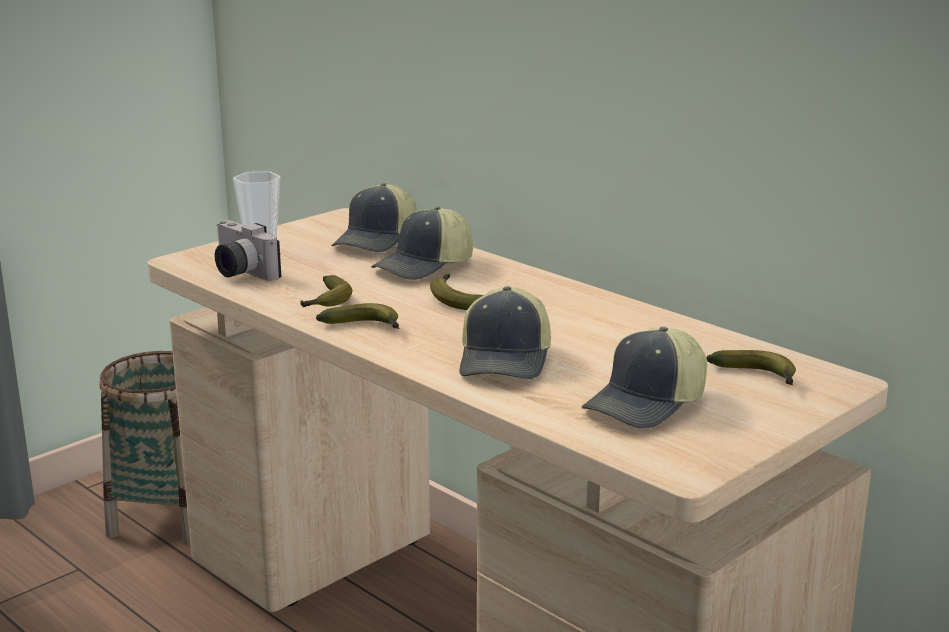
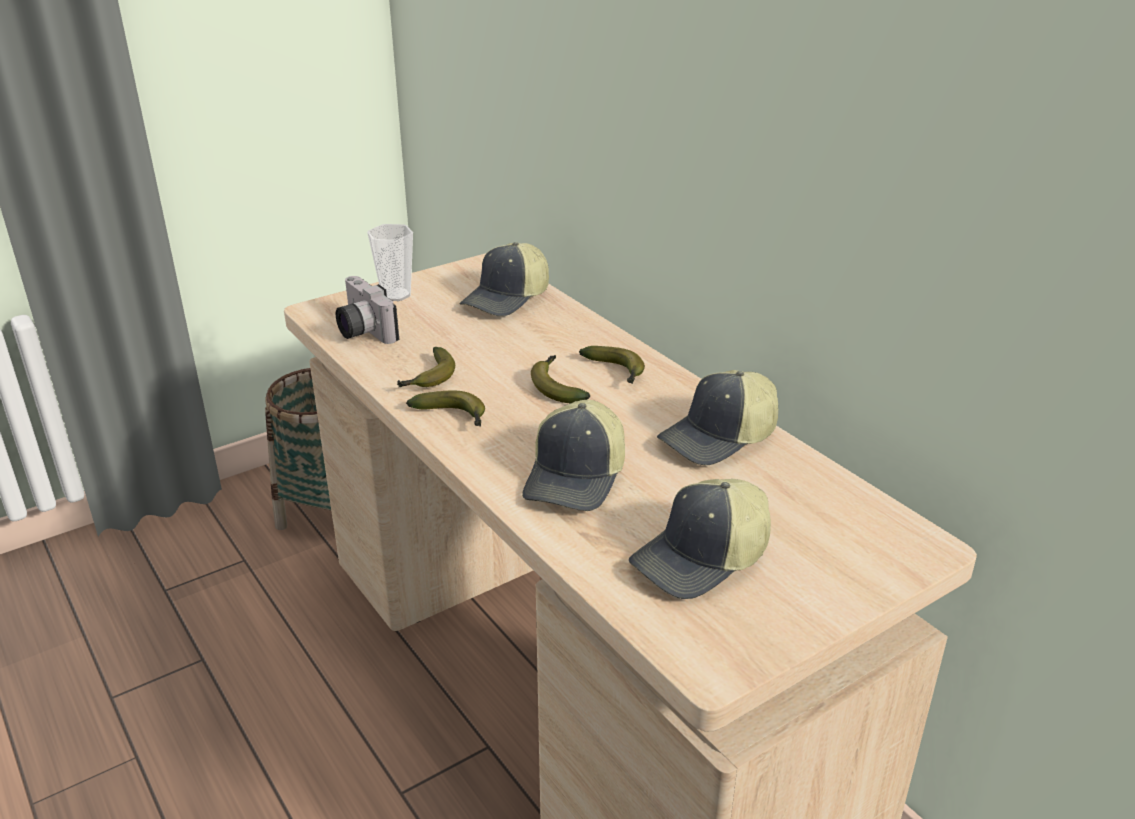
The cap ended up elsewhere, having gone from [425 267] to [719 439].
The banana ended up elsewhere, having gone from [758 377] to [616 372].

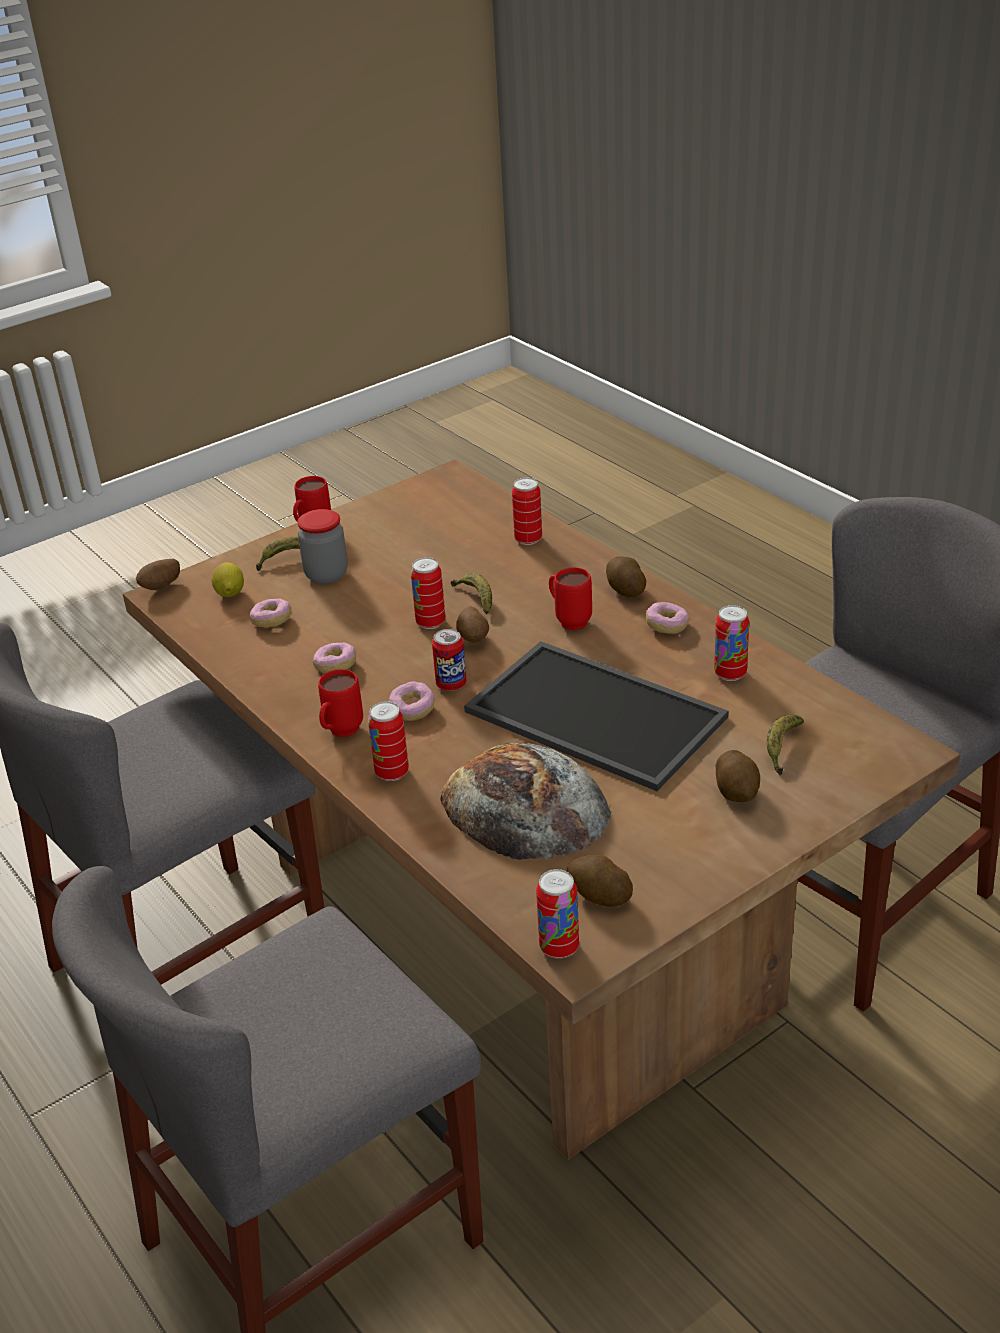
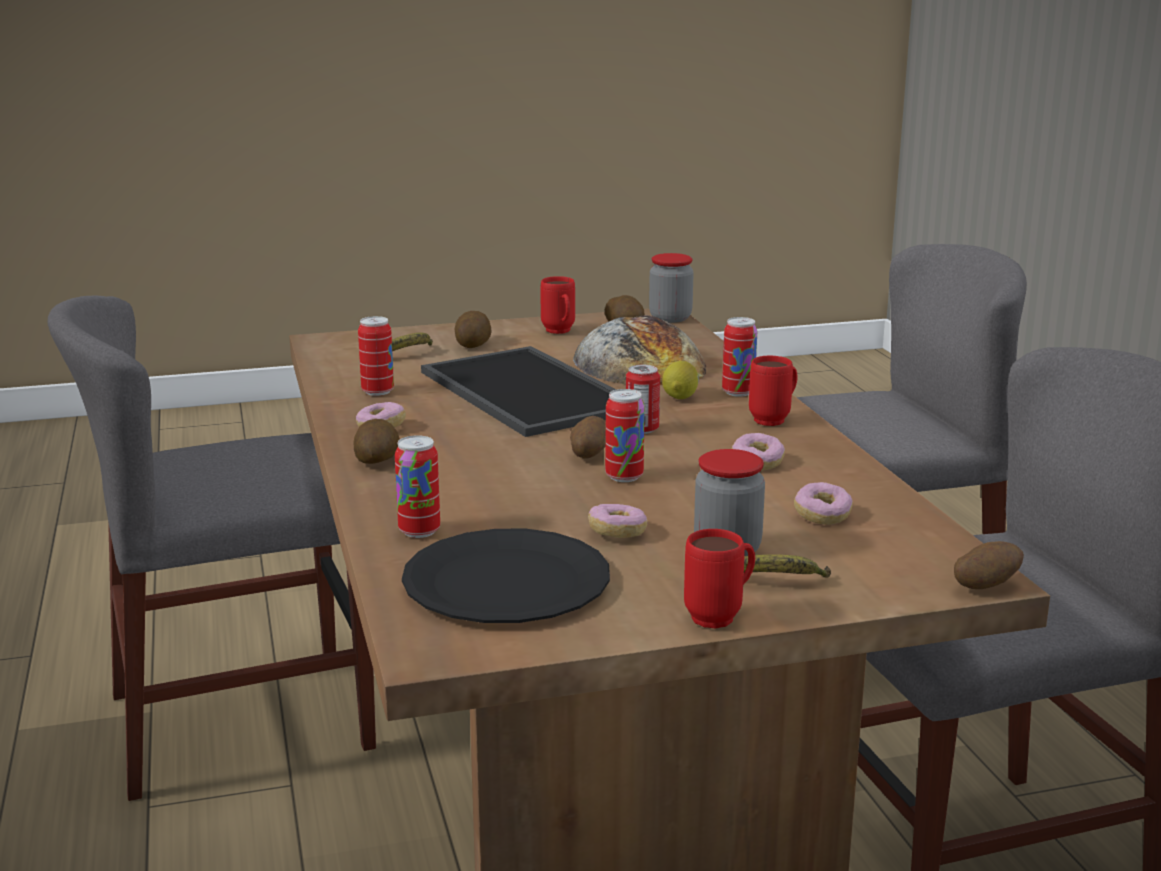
The lemon ended up elsewhere, having gone from [230 594] to [680 397].
The donut ended up elsewhere, having gone from [412 709] to [617 533].
The second view lost the banana at [476 598].
Where the can stood at [559 947], the jar came to stand at [670 318].
The red mug ended up elsewhere, having gone from [568 620] to [560 332].
The second view gained the black plate at [506 582].

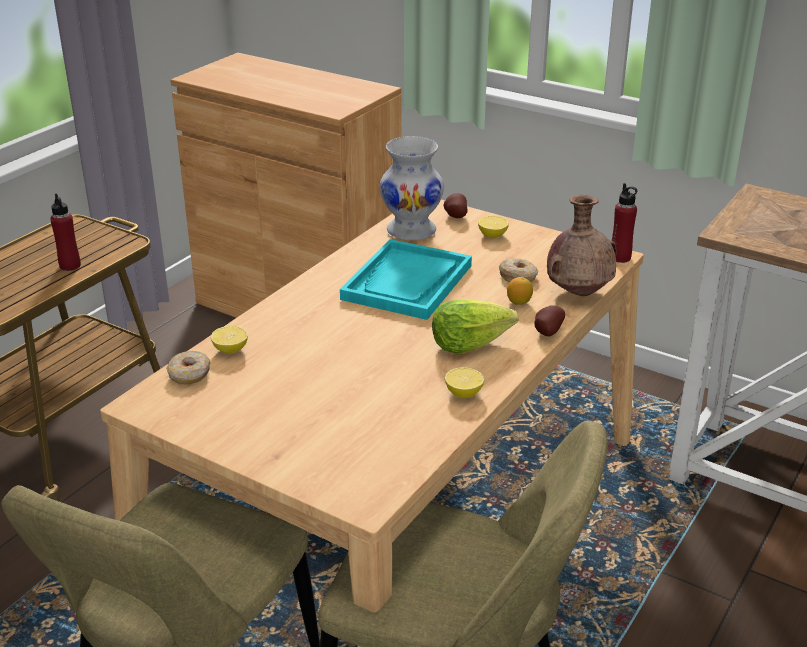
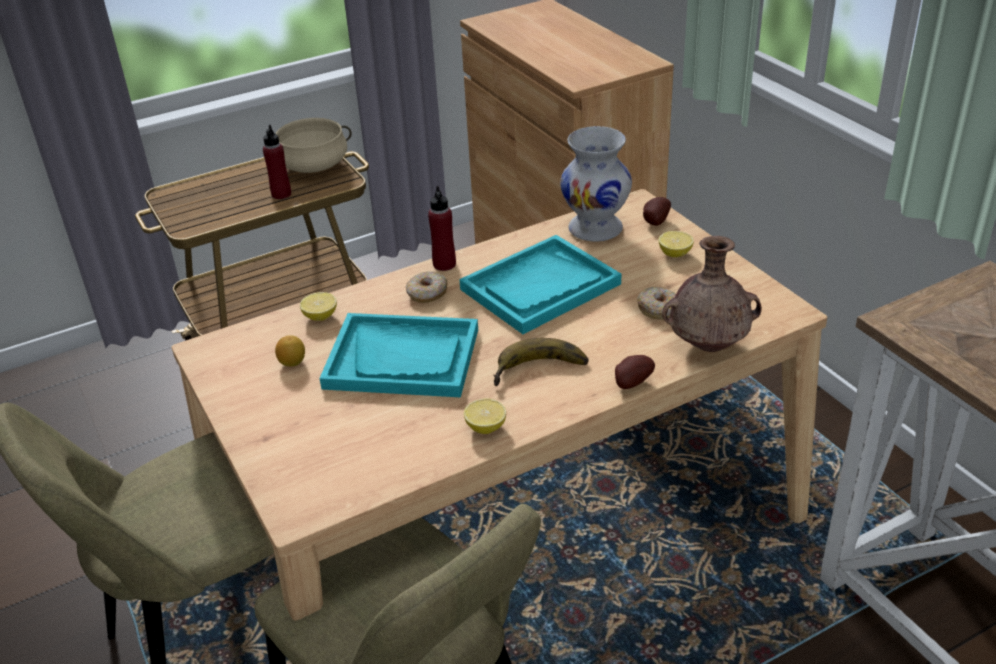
The donut ended up elsewhere, having gone from [189 375] to [427 294].
Where the lettuce stood at [469 343], the banana came to stand at [541 372].
The lemon ended up elsewhere, having gone from [519 302] to [292 362].
The red bottle ended up elsewhere, having gone from [620 257] to [444 264].
The second view gained the beige cooking pot at [314 165].
The second view gained the turquoise tray at [402 358].

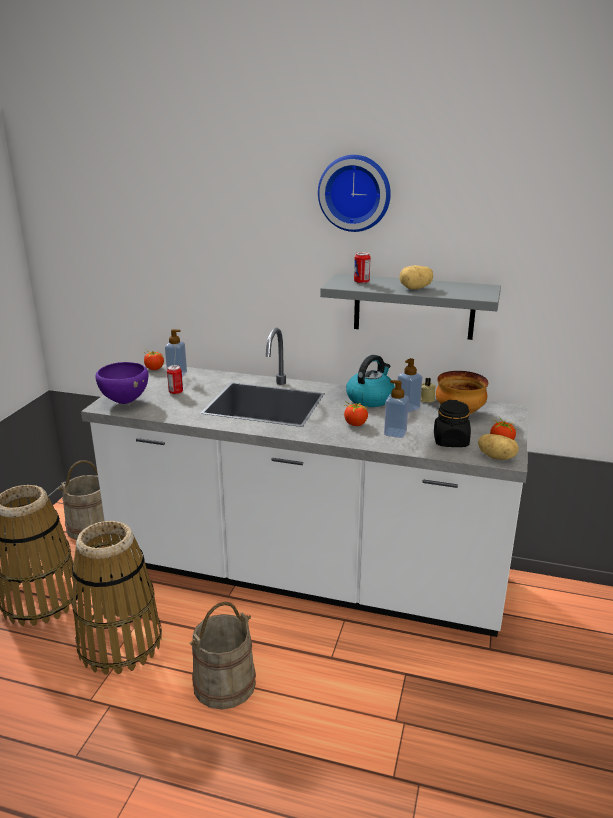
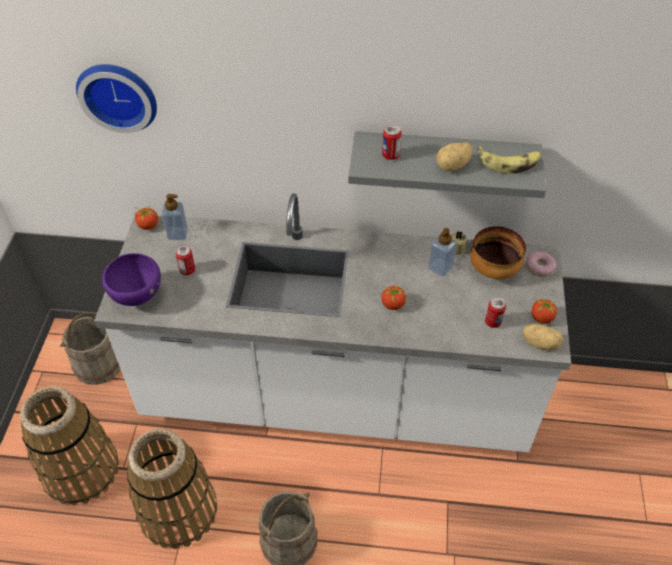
The wall clock ended up elsewhere, having gone from [355 193] to [118 94].
The second view lost the kettle at [370 398].
The second view lost the soap dispenser at [395 433].
Where the black jar stood at [451 441], the can came to stand at [492 322].
The second view gained the banana at [509 163].
The second view gained the donut at [539 267].

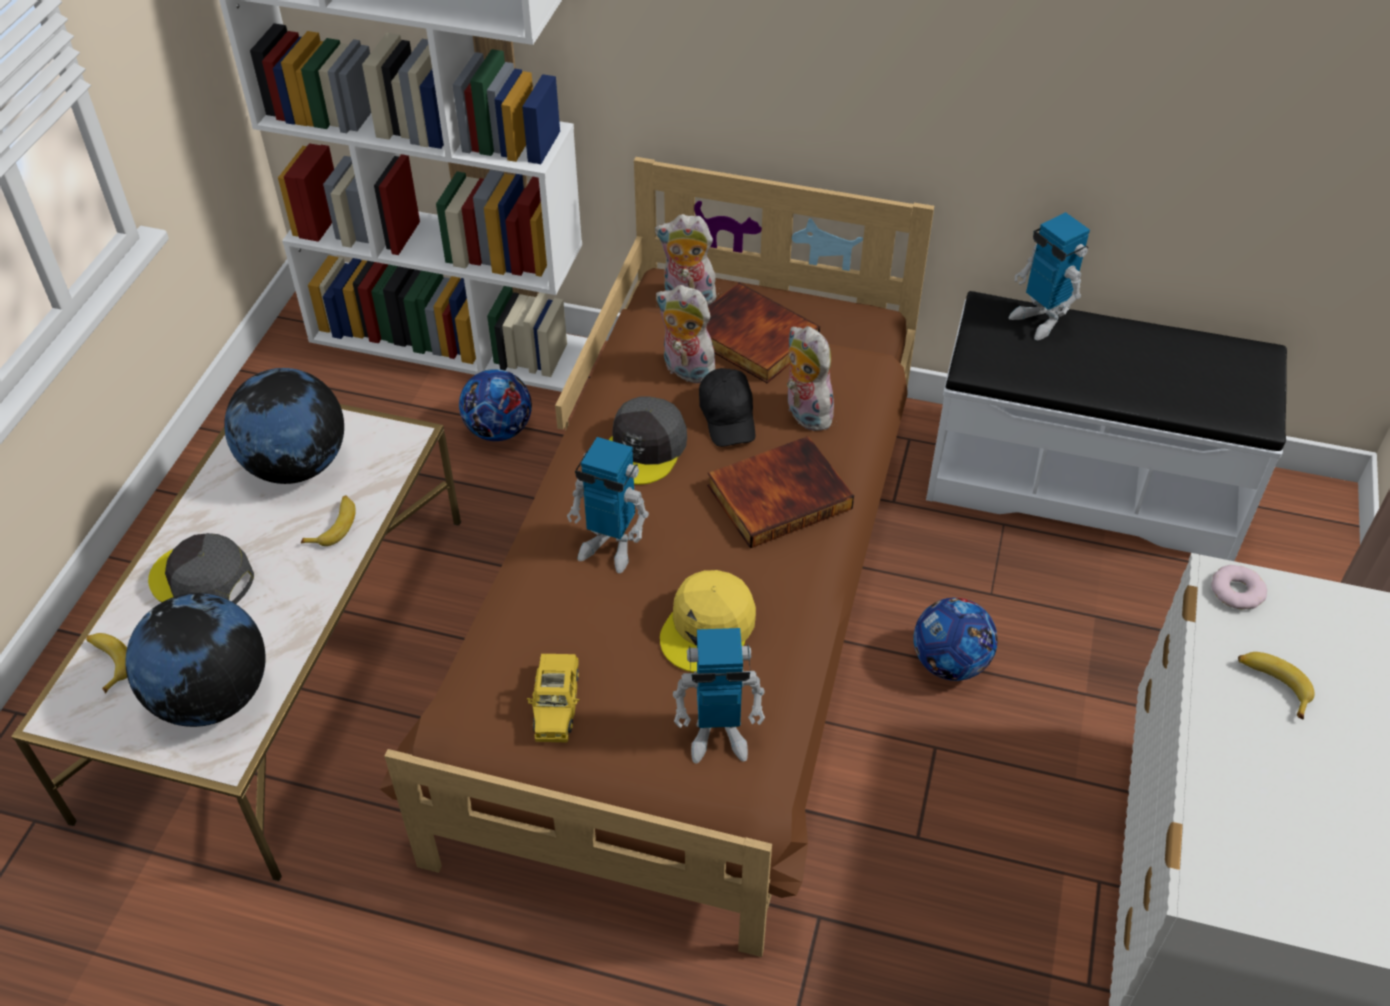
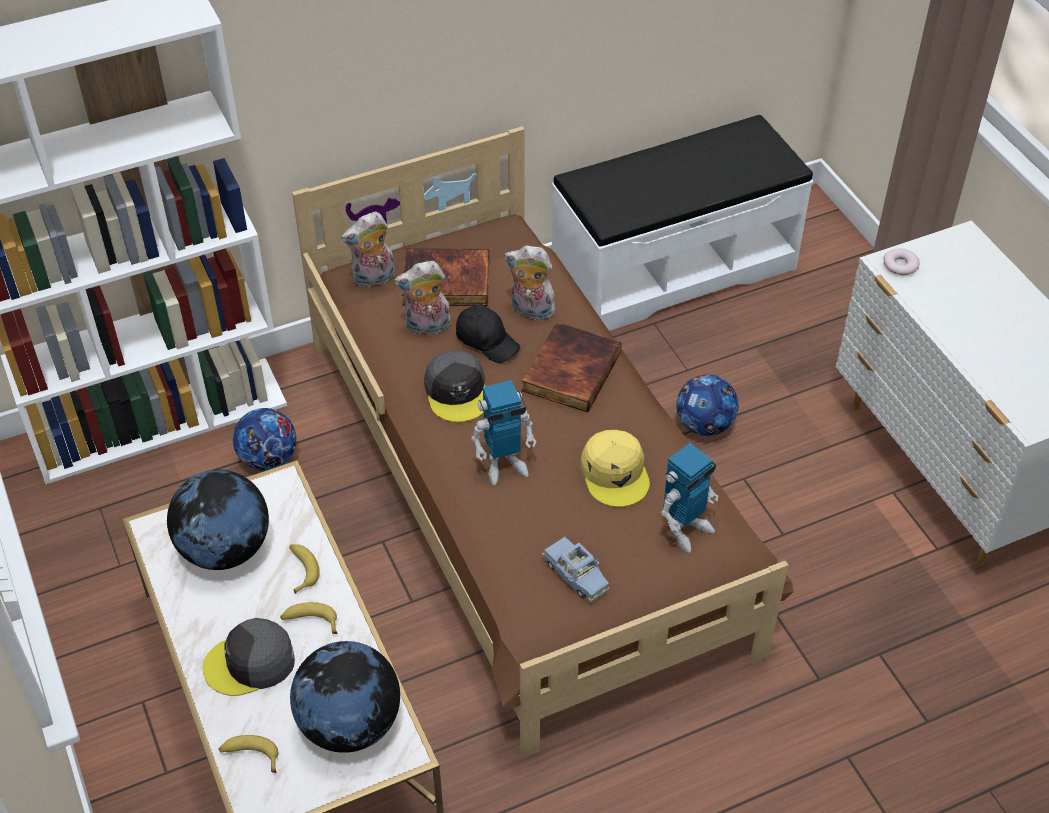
What was the yellow toy car at [556 703] turned into the blue toy car at [576 575].
The second view lost the toy robot at [1039 320].
The banana ended up elsewhere, having gone from [1273 685] to [310 621].

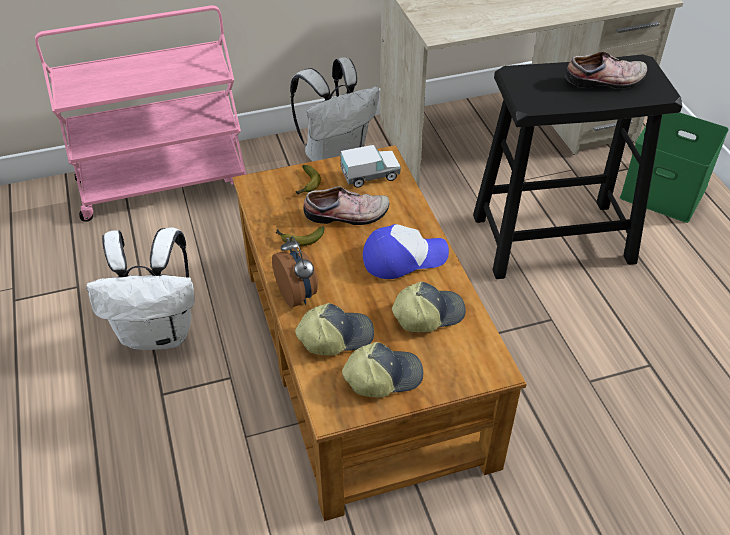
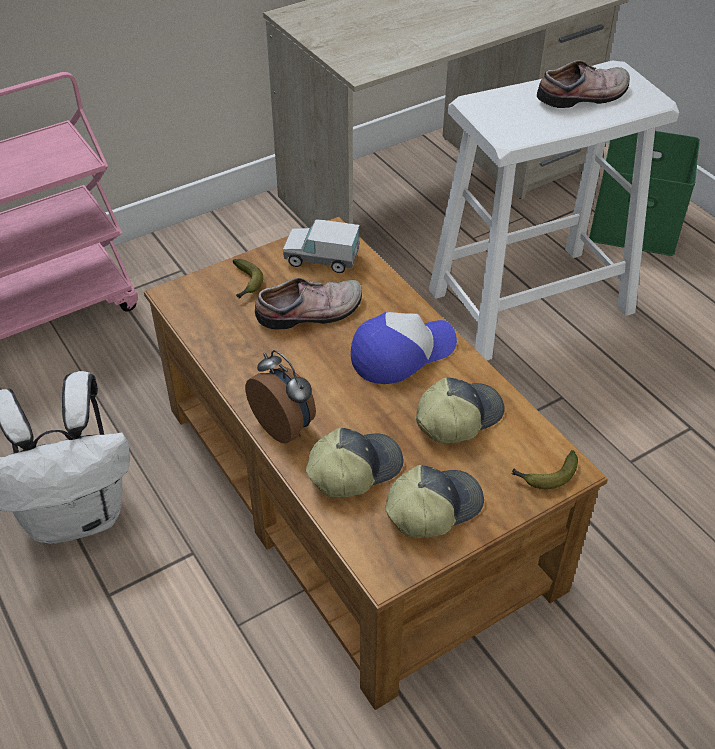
The banana ended up elsewhere, having gone from [299 239] to [545 476].
The second view lost the white backpack at [335 156].
The toy truck at [370 176] ended up facing another way, 135 degrees counterclockwise from before.
What was the black stool at [551 239] turned into the white stool at [529 302].

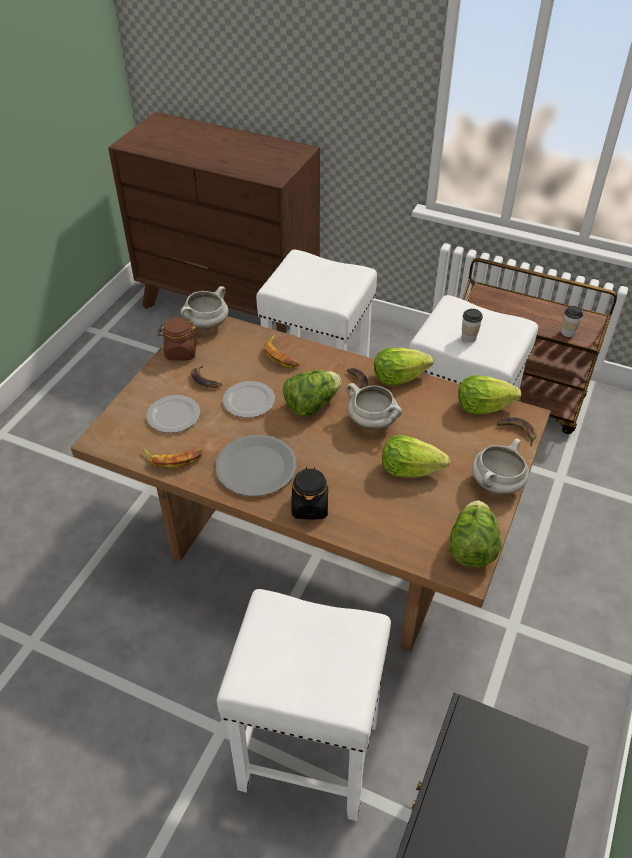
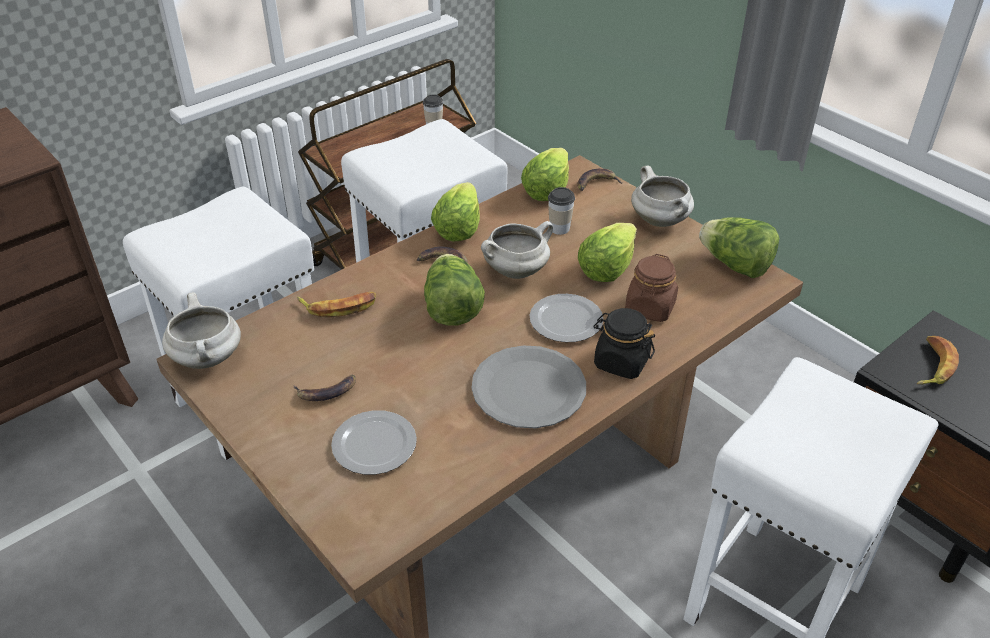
The banana ended up elsewhere, having gone from [174 458] to [932 365].
The brown jar ended up elsewhere, having gone from [181 352] to [650 308].
The plate ended up elsewhere, having gone from [250 401] to [566 320].
The cup ended up elsewhere, having gone from [468 337] to [559 228].

